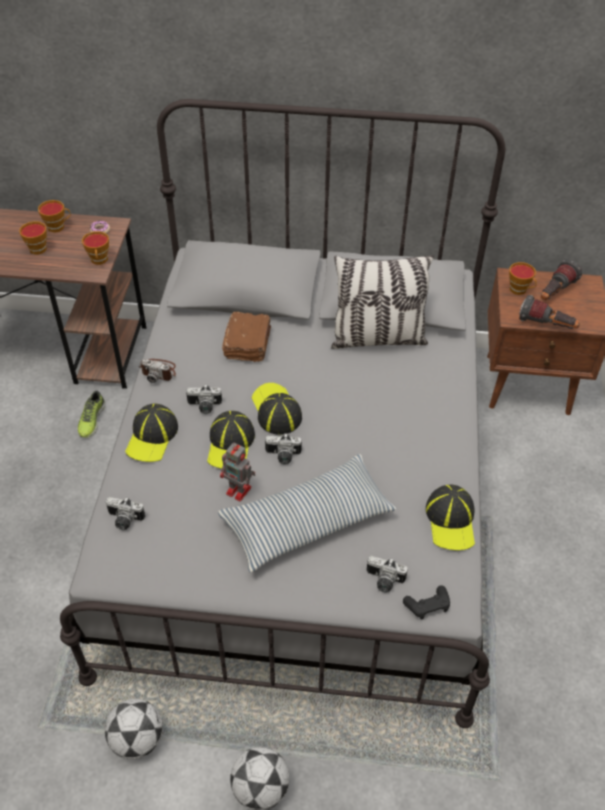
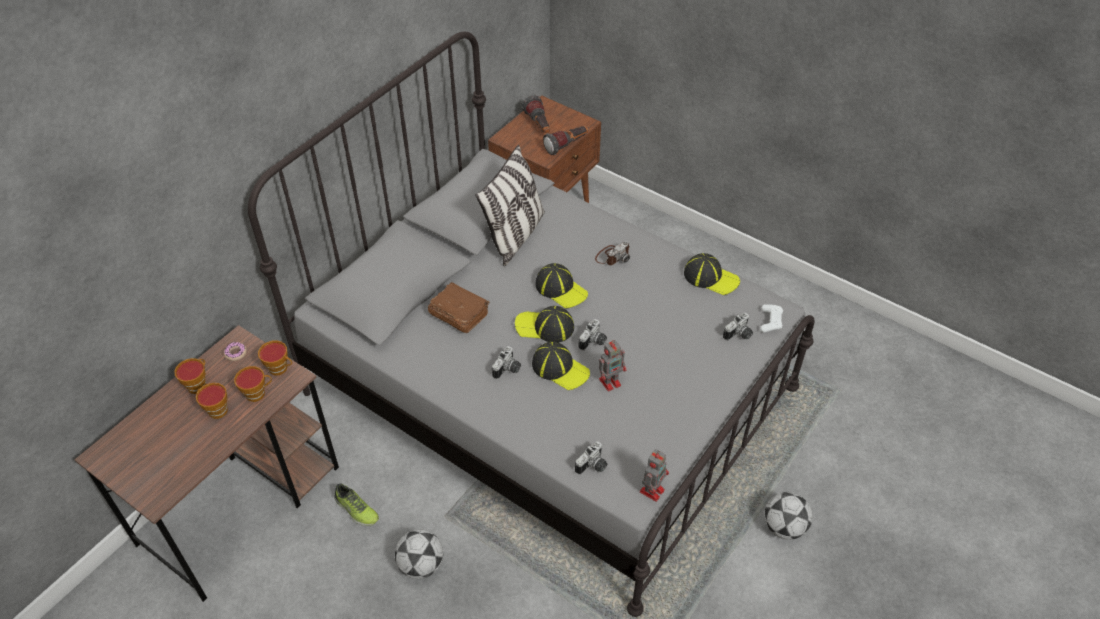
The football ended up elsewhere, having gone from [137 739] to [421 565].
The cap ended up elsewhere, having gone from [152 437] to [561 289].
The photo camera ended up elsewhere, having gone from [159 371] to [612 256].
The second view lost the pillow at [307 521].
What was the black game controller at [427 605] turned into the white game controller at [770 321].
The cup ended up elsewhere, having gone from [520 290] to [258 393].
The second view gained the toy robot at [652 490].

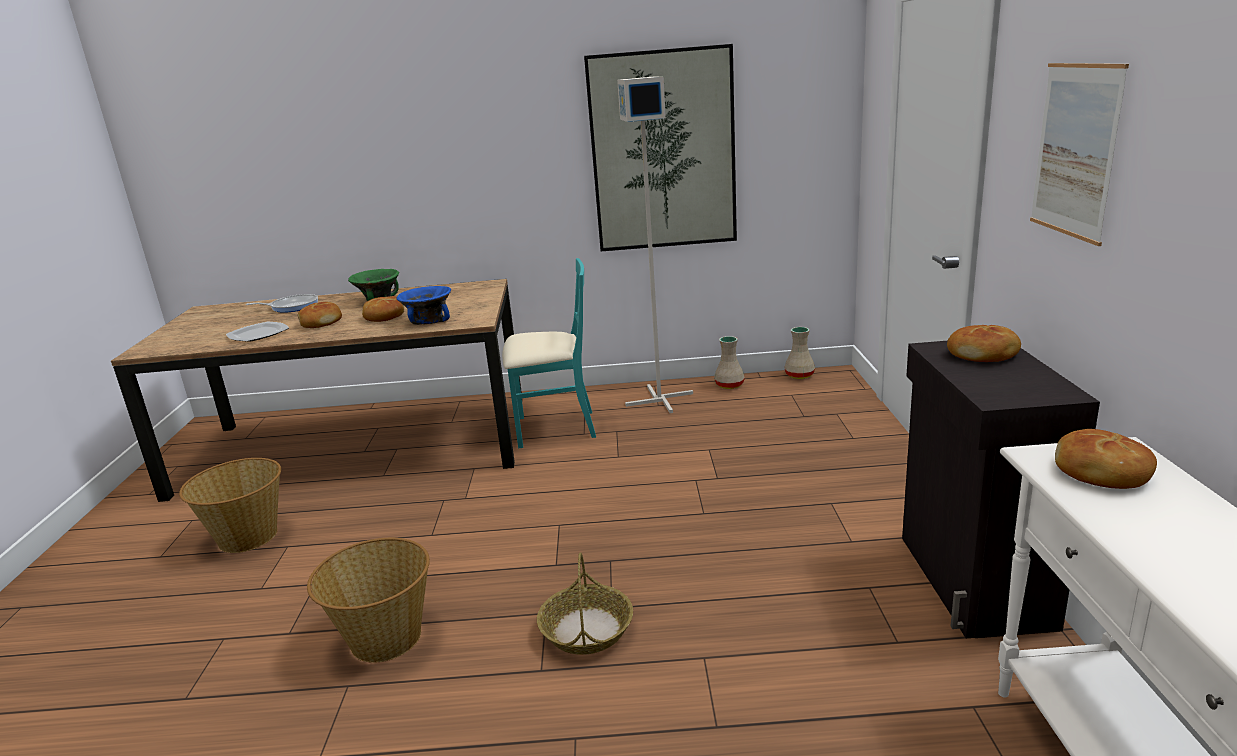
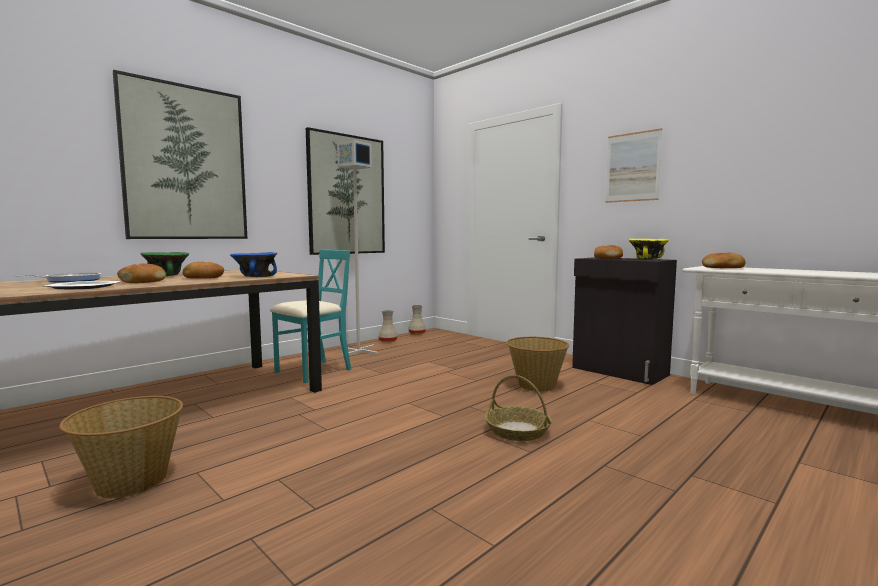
The basket ended up elsewhere, having gone from [384 638] to [536 385].
The second view gained the picture at [185 163].
The second view gained the yellow bowl at [647 259].

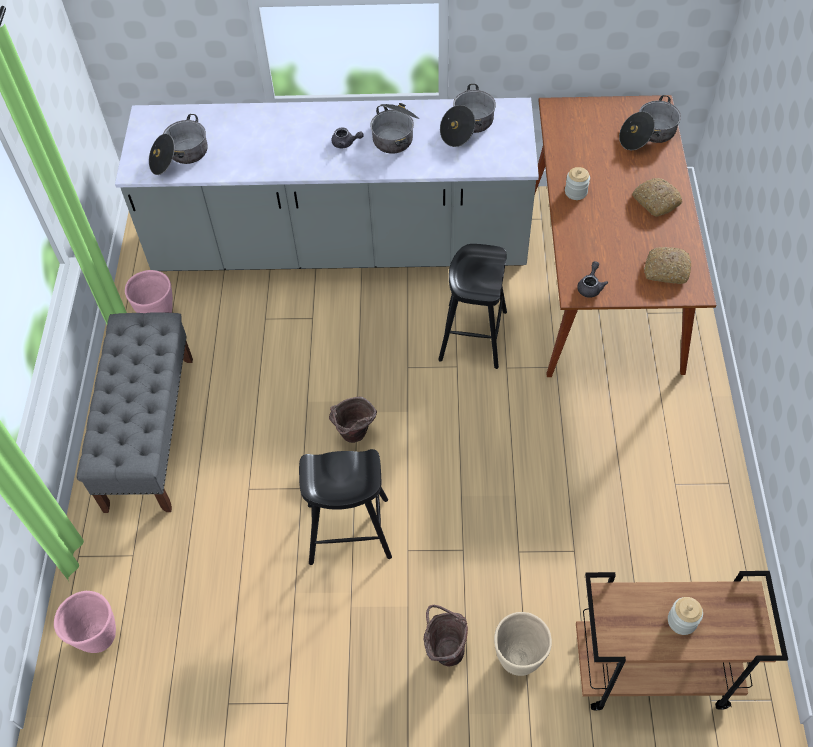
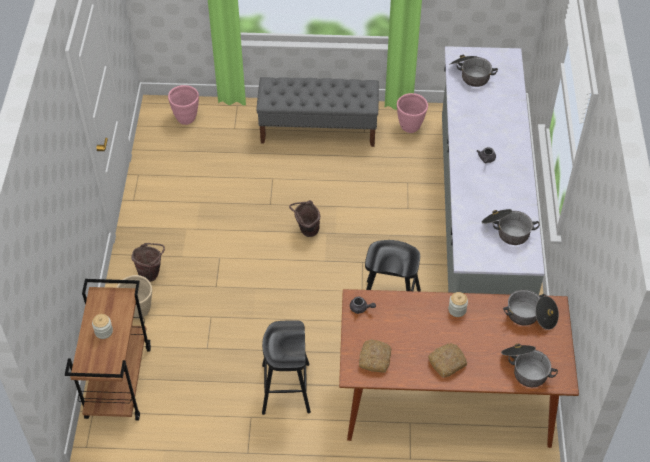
The black stool ended up elsewhere, having gone from [349 531] to [286 388].
The cooking pot ended up elsewhere, having gone from [395 135] to [530 316].

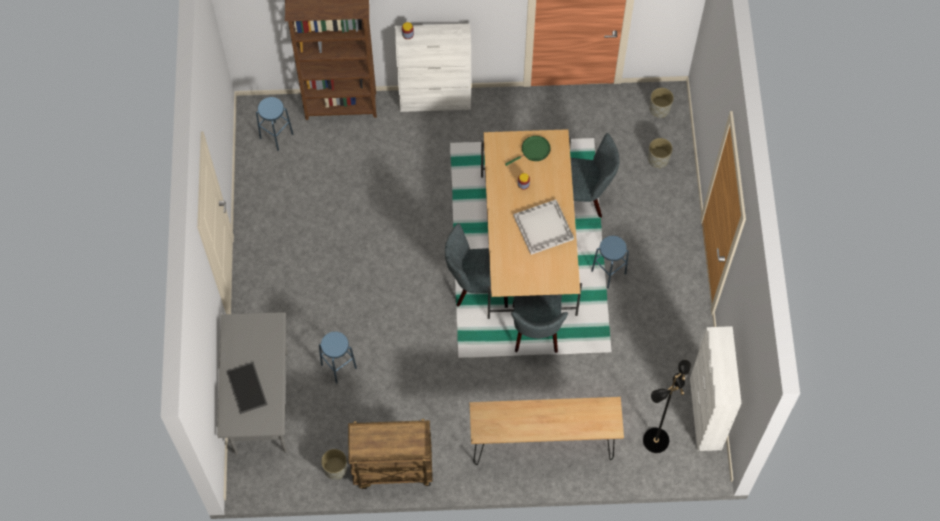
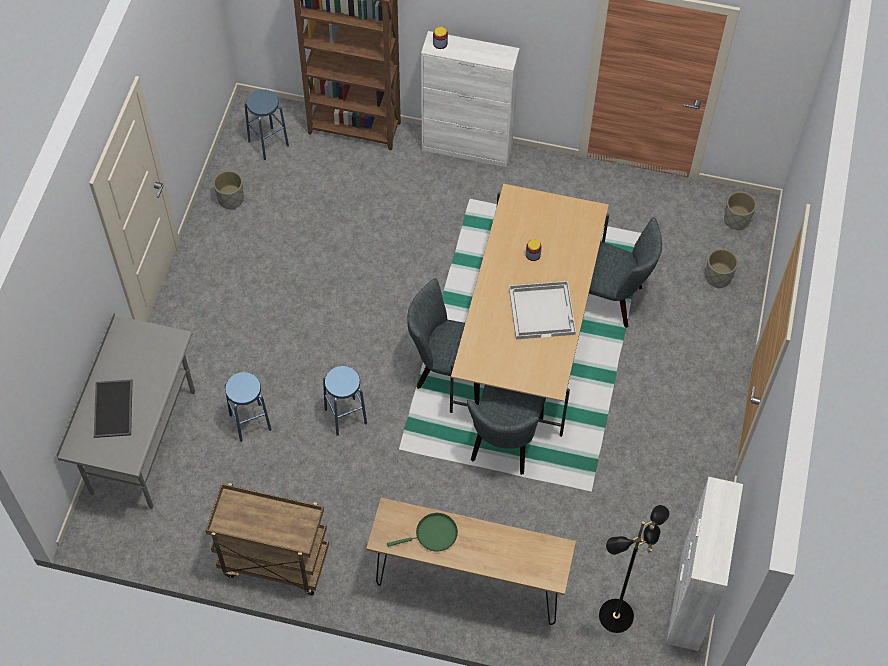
The grey planter ended up elsewhere, having gone from [335 469] to [231 199].
The green frying pan ended up elsewhere, having gone from [533 151] to [433 535].
The blue stool ended up elsewhere, having gone from [608 272] to [345 416].

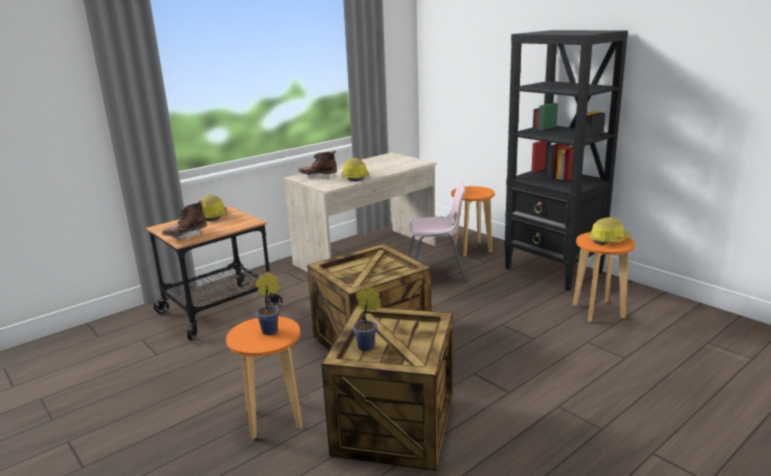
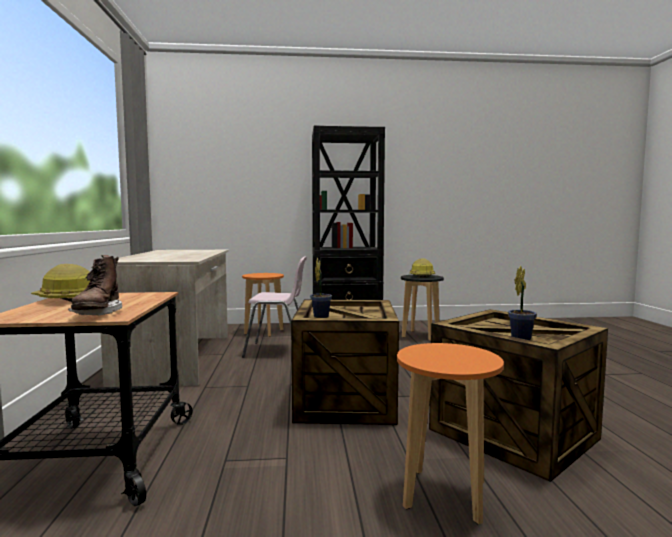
The potted plant ended up elsewhere, having gone from [272 330] to [321 316].
The second view lost the brown boot at [318 177].
The second view lost the hard hat at [354 177].
The pink chair at [436 274] ended up facing another way, 60 degrees clockwise from before.
What was the orange stool at [598 311] turned into the black stool at [420 336].

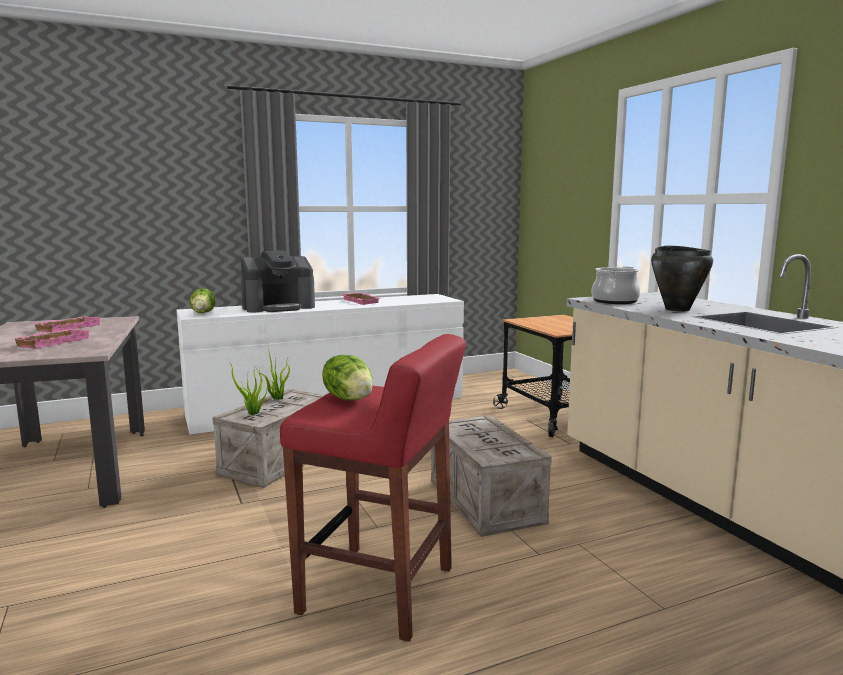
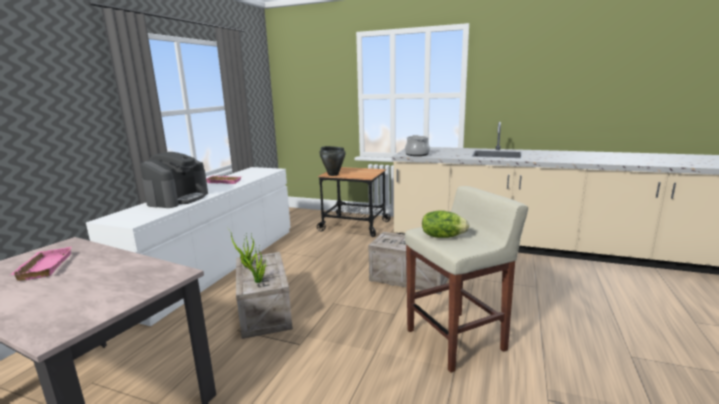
The second view lost the pink tray at [52 342].
The second view lost the lettuce at [204 313].
What was the red stool at [380 591] turned into the beige stool at [457 339].
The black cooking pot ended up elsewhere, having gone from [677 309] to [333 174].

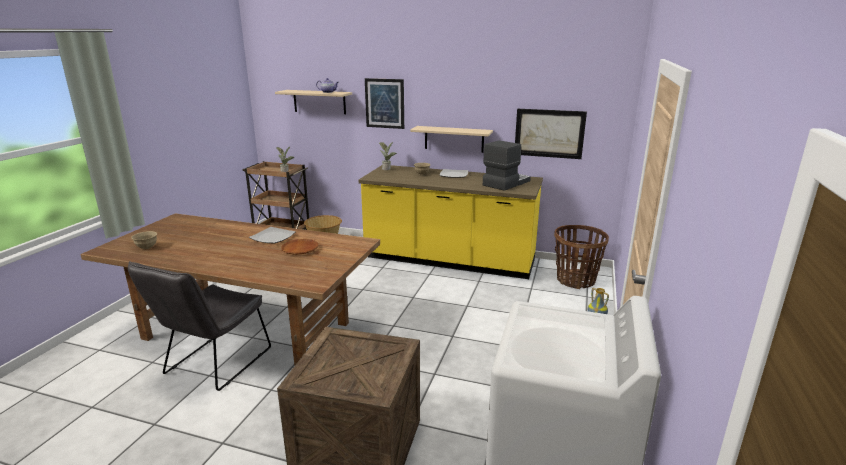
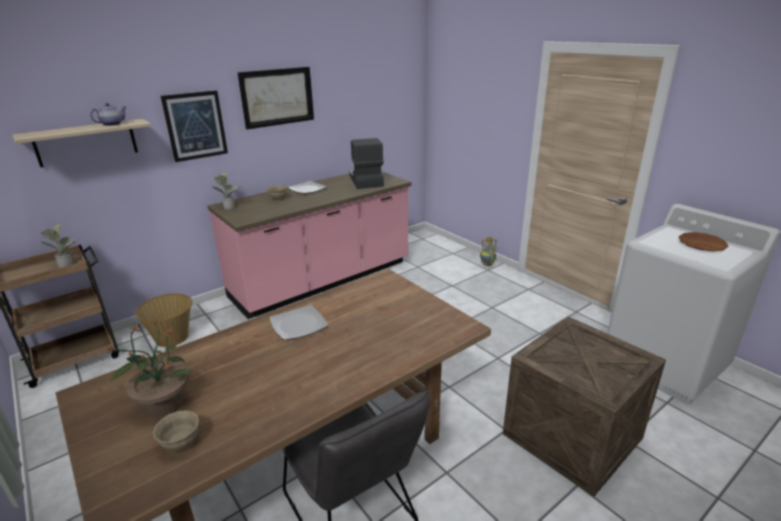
The brown plate ended up elsewhere, having gone from [300 249] to [701 245].
What was the yellow counter at [449 260] turned into the pink counter at [323 280].
The second view lost the beige shelf at [454 139].
The picture ended up elsewhere, having gone from [549 133] to [277 97].
The second view lost the basket at [575 280].
The second view gained the potted plant at [164 404].

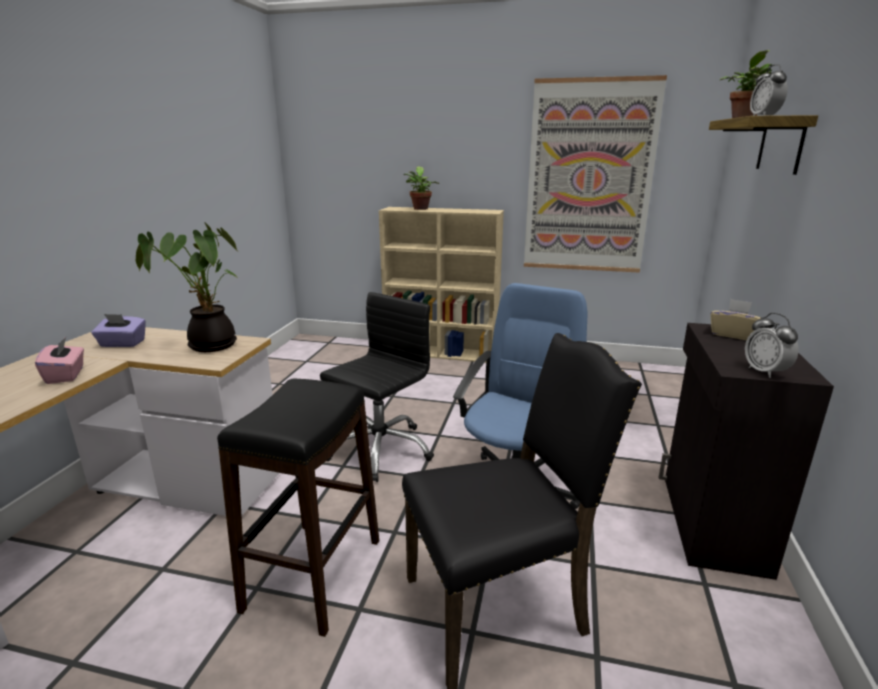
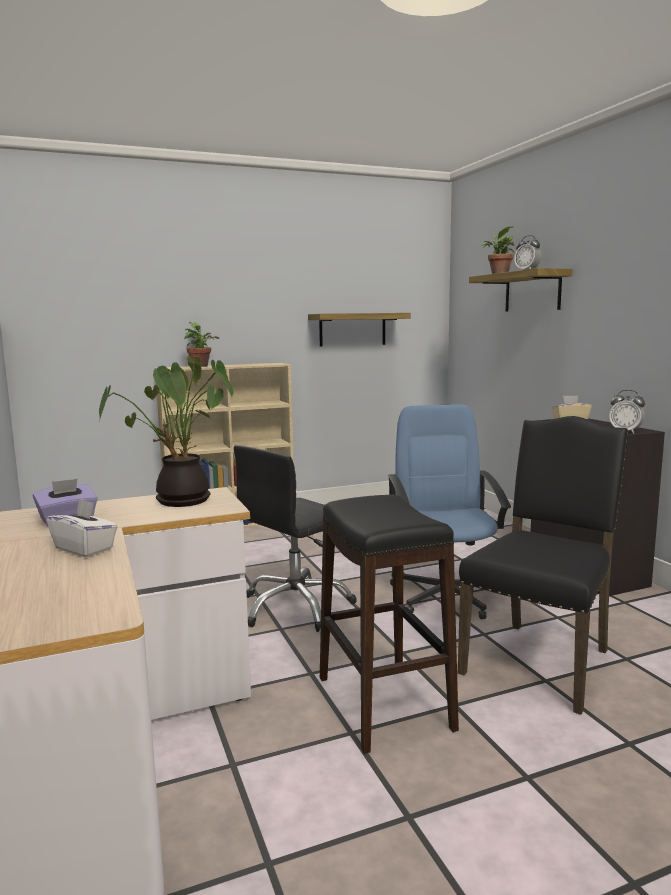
What was the pink tissue box at [66 375] turned into the white tissue box at [85 549].
The black office chair at [380 450] ended up facing another way, 135 degrees counterclockwise from before.
Where the picture hung at [589 179], the shelf came to hang at [352 329].

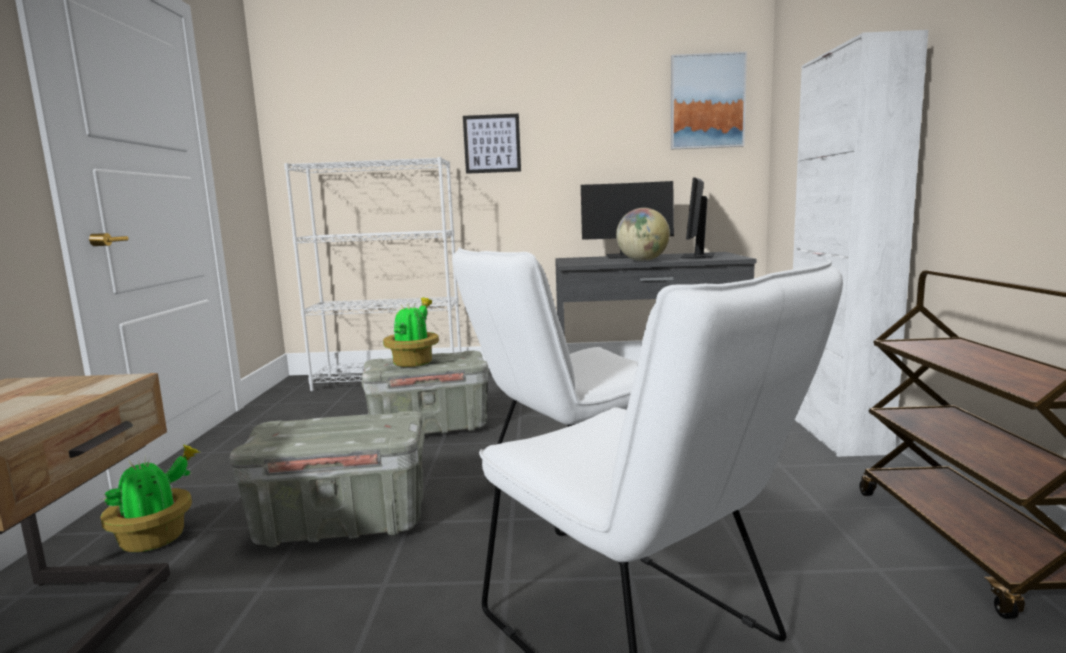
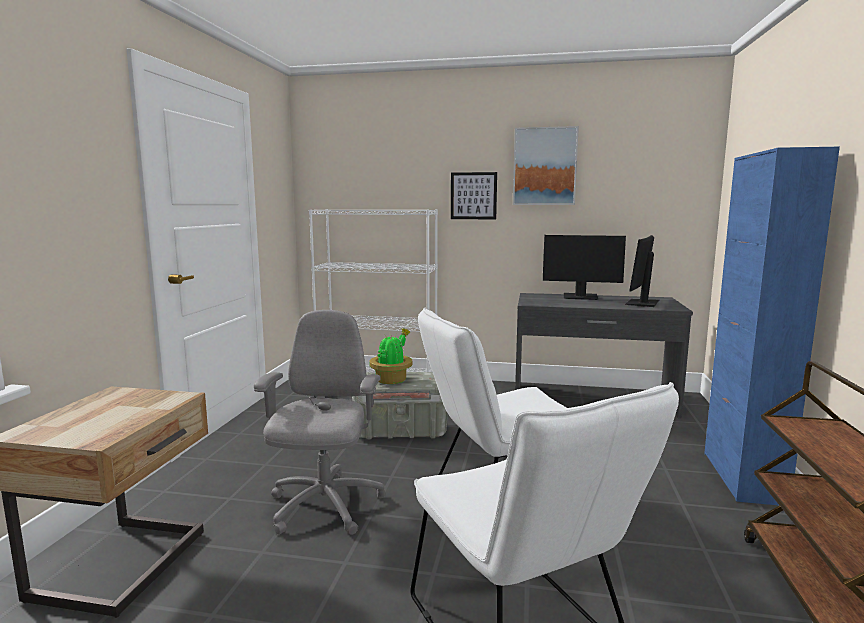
The second view lost the potted plant at [156 538].
Where the grey storage box stood at [343 523], the grey office chair came to stand at [324 507].
The second view lost the globe at [642 261].
The picture ended up elsewhere, having gone from [707 102] to [544 166].
What was the white cabinet at [835 432] turned into the blue cabinet at [742 477].

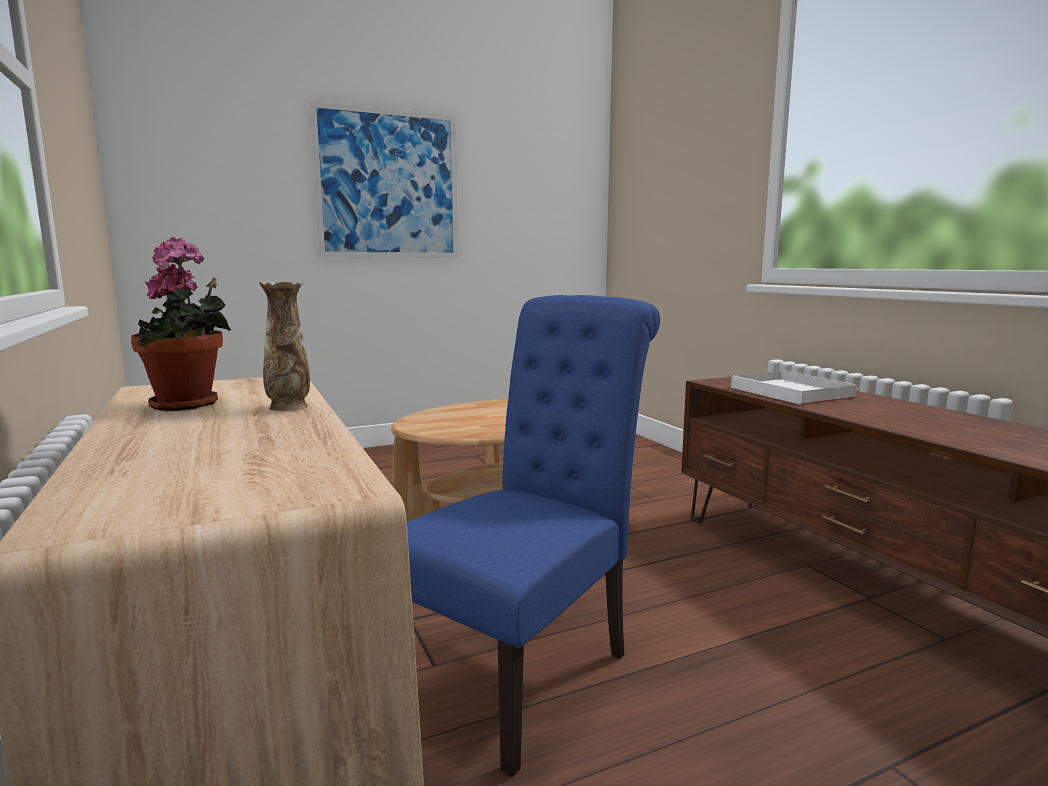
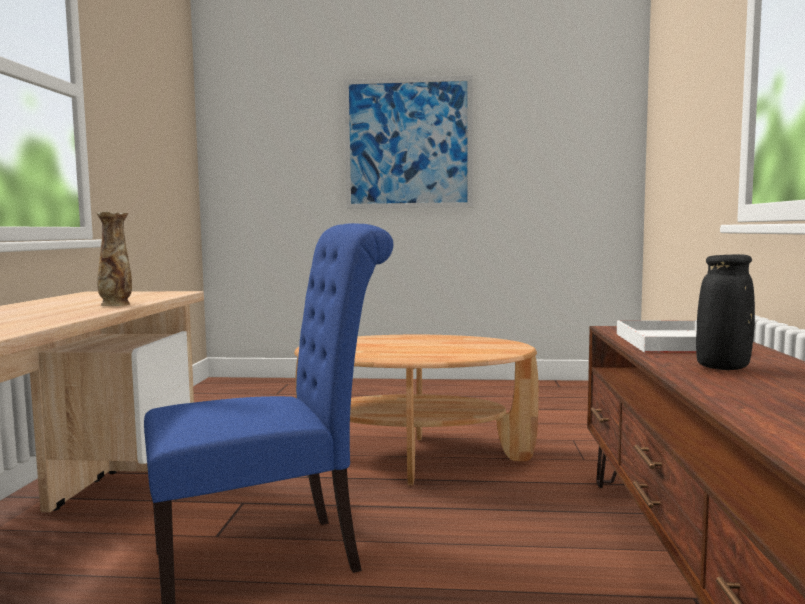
The second view lost the potted plant at [189 405].
The second view gained the black vase at [722 367].

